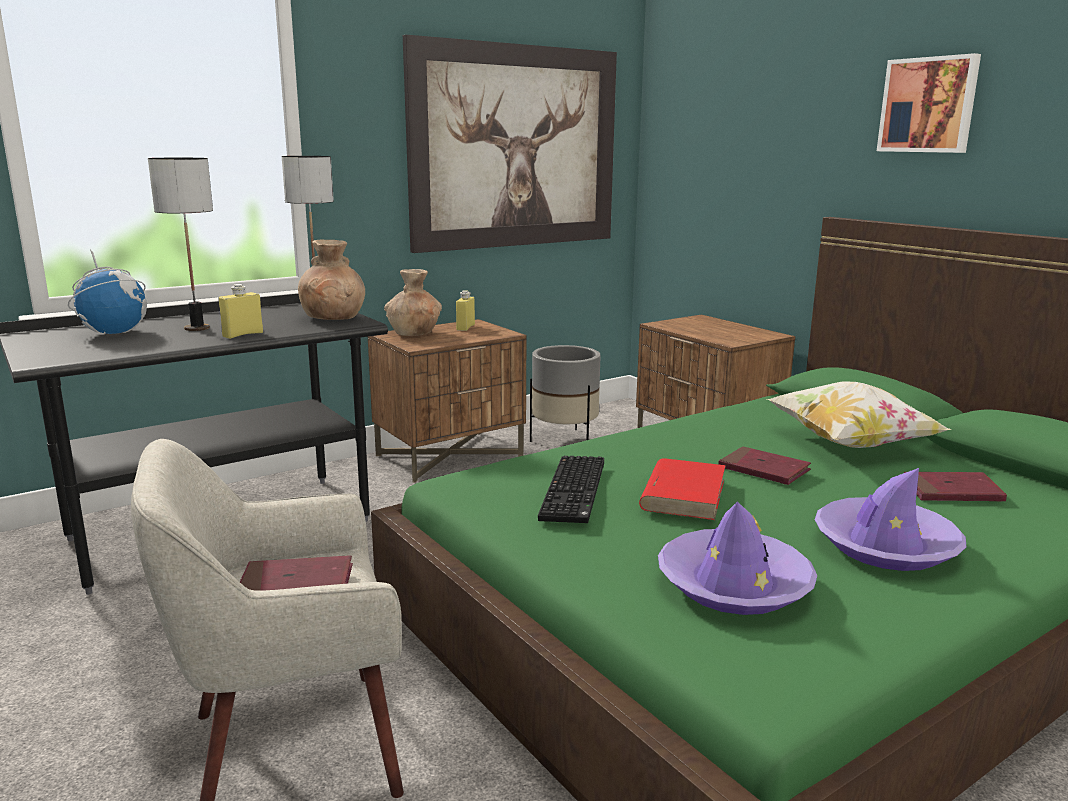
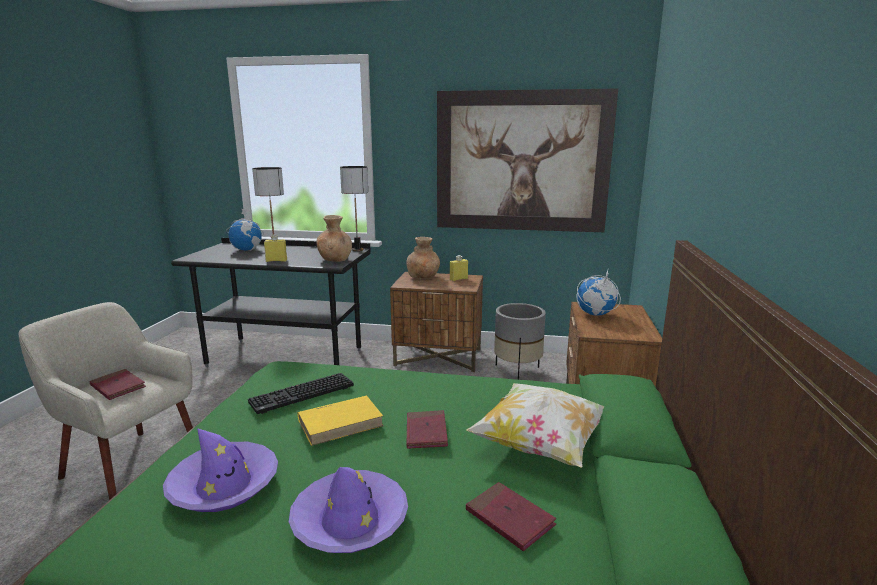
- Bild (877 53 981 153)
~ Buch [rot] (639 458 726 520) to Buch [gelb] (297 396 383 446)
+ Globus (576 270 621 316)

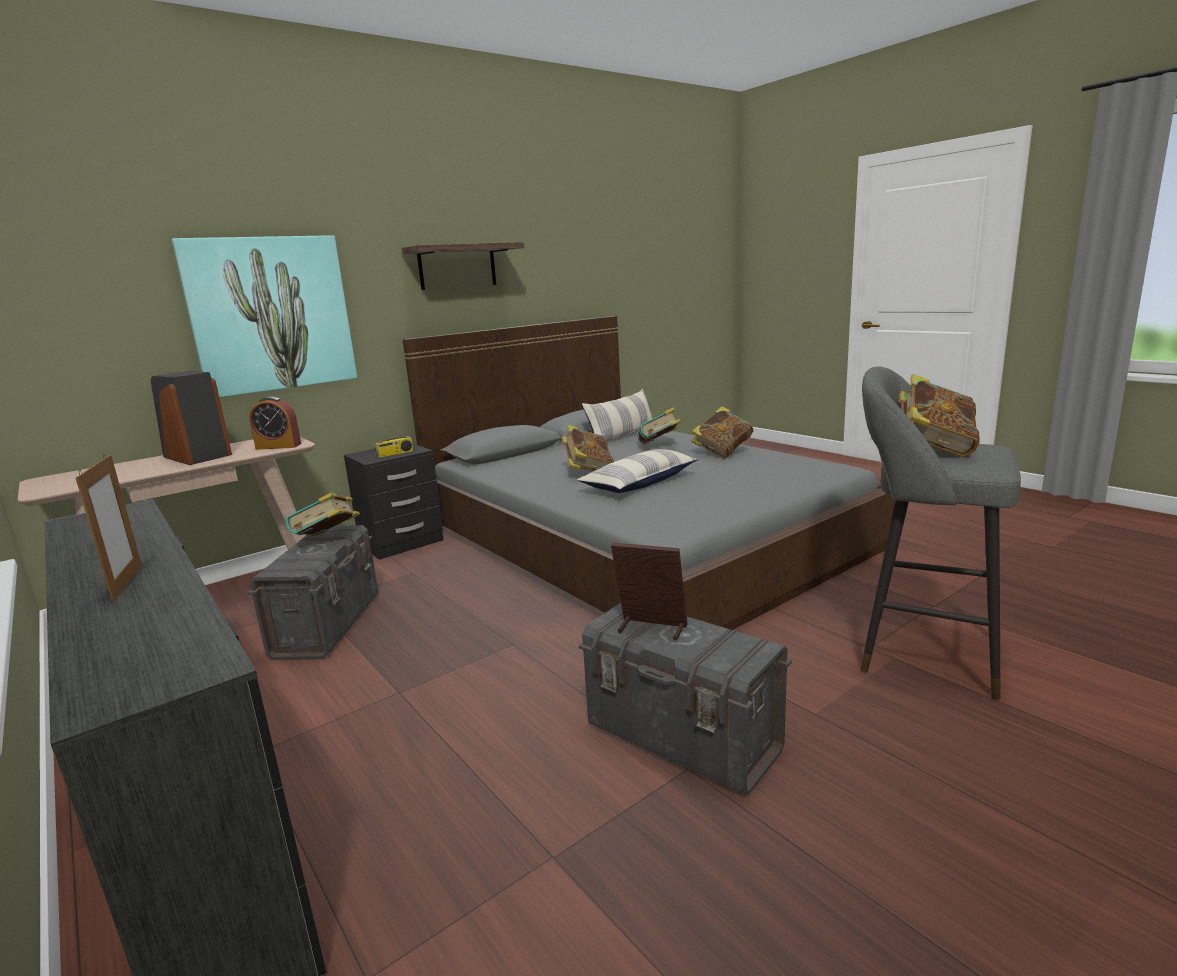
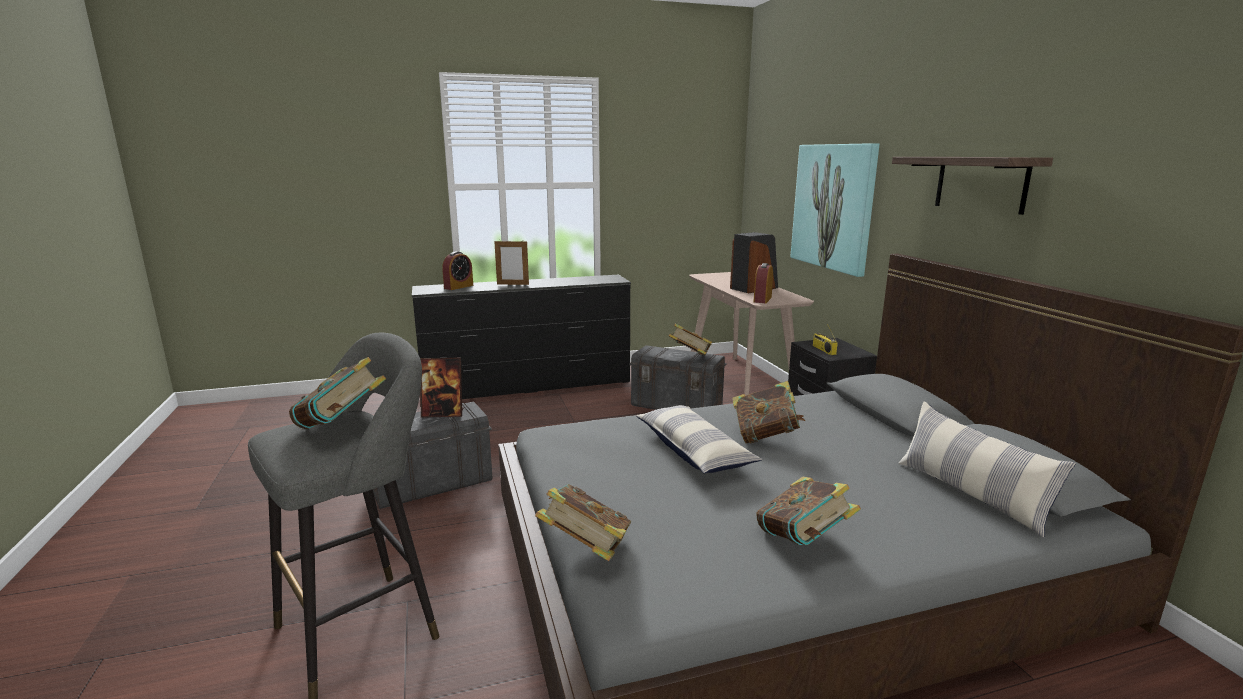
~ Buch (637 407 681 444) to (535 484 631 561)
~ Bilderrahmen (611 542 688 641) = (420 358 463 418) 45 degrees clockwise
+ Wecker (442 251 473 290)

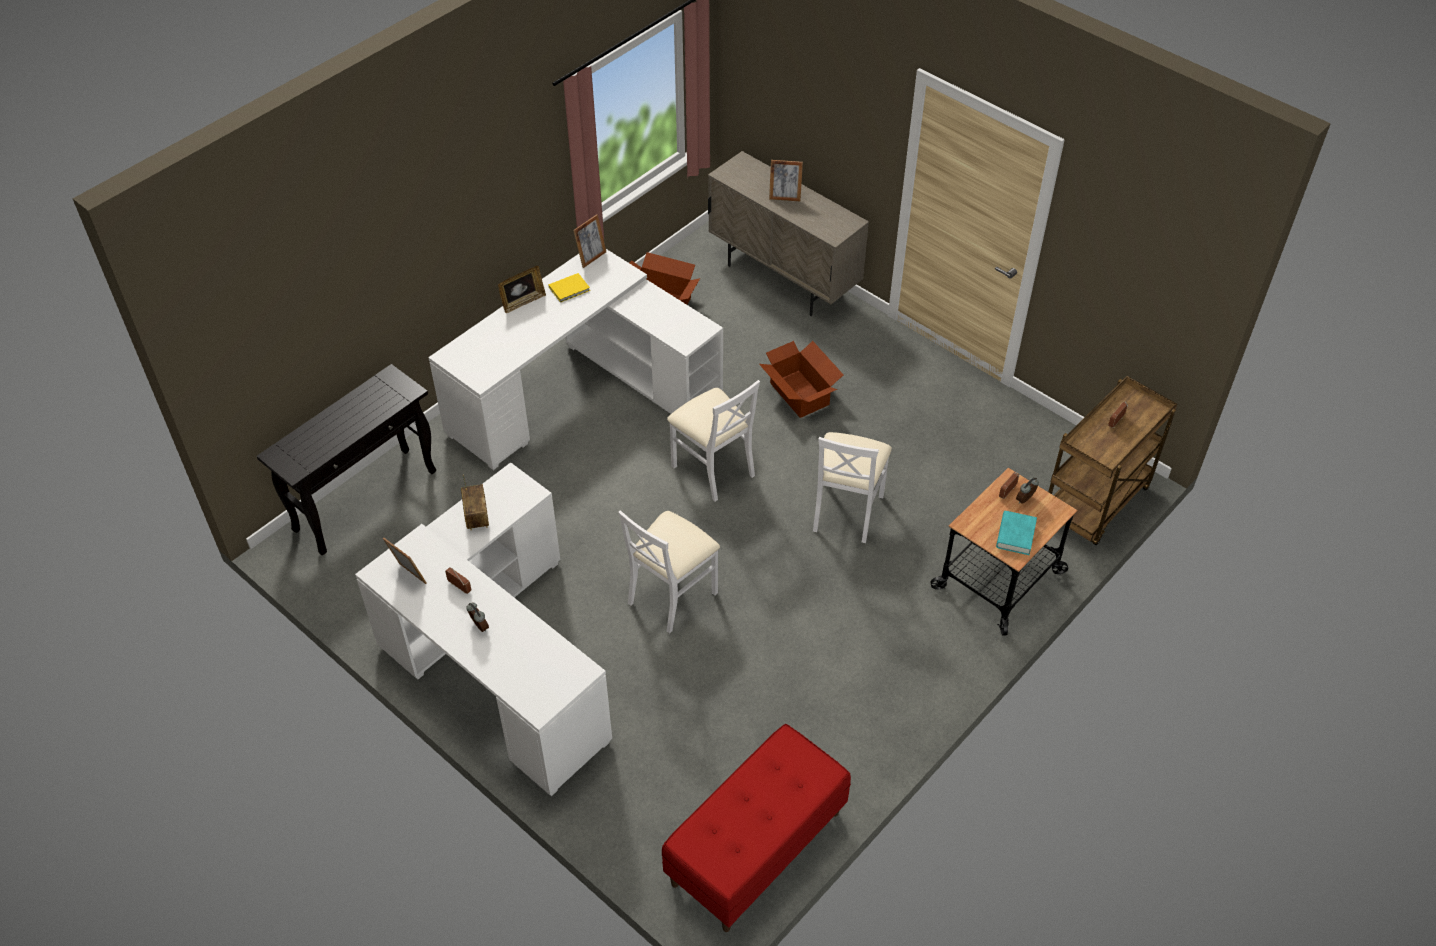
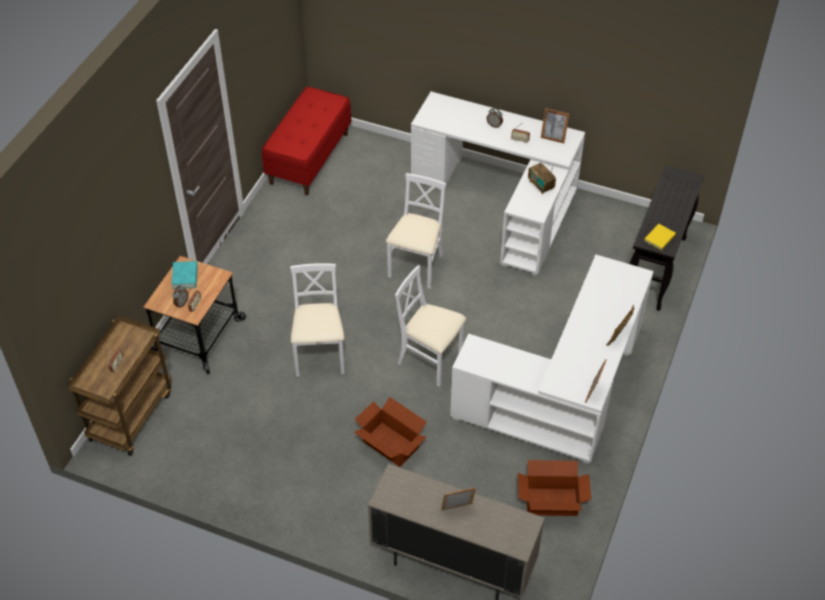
~ Buch [gelb] (548 273 590 302) to (644 224 676 250)

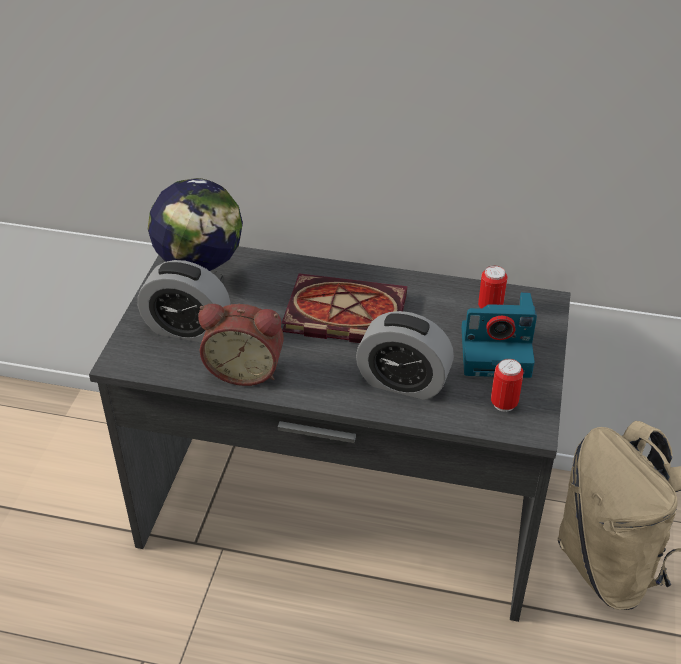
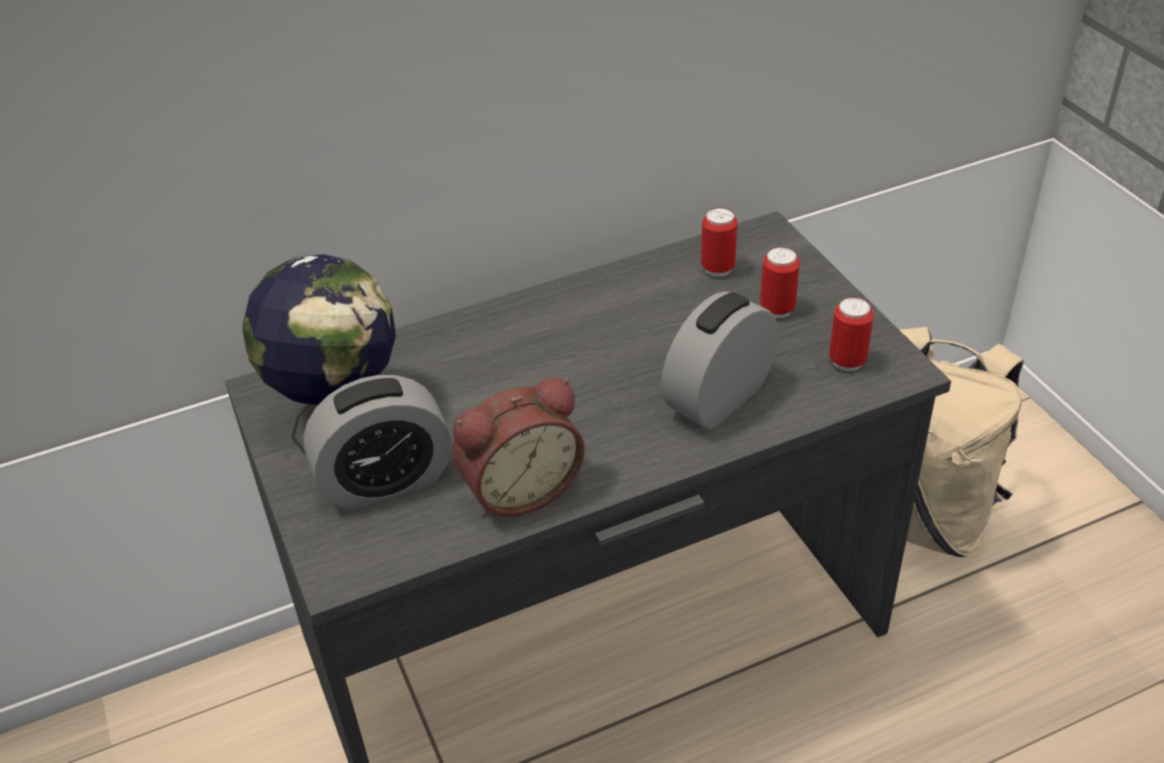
- Buch (282 273 407 343)
~ Kamera (462 292 537 378) to Dose (760 247 800 318)
~ Wecker (356 311 454 400) = (661 291 778 429) 150 degrees clockwise

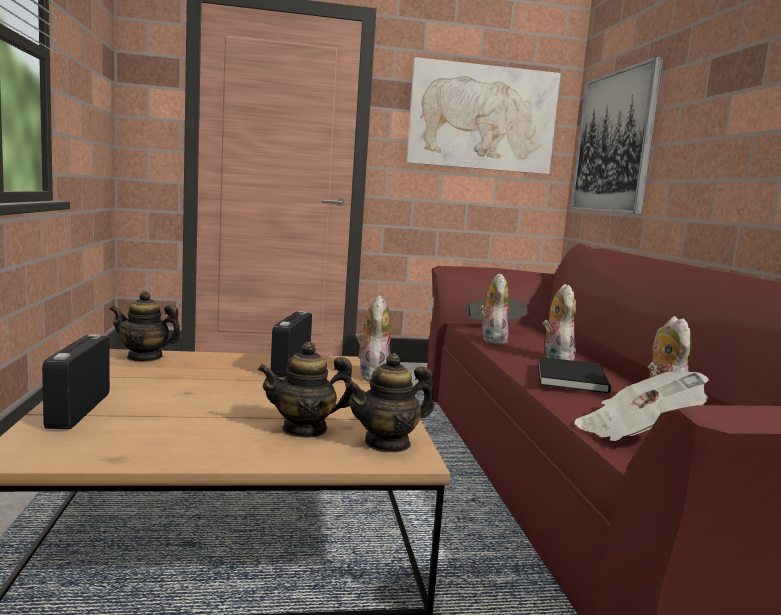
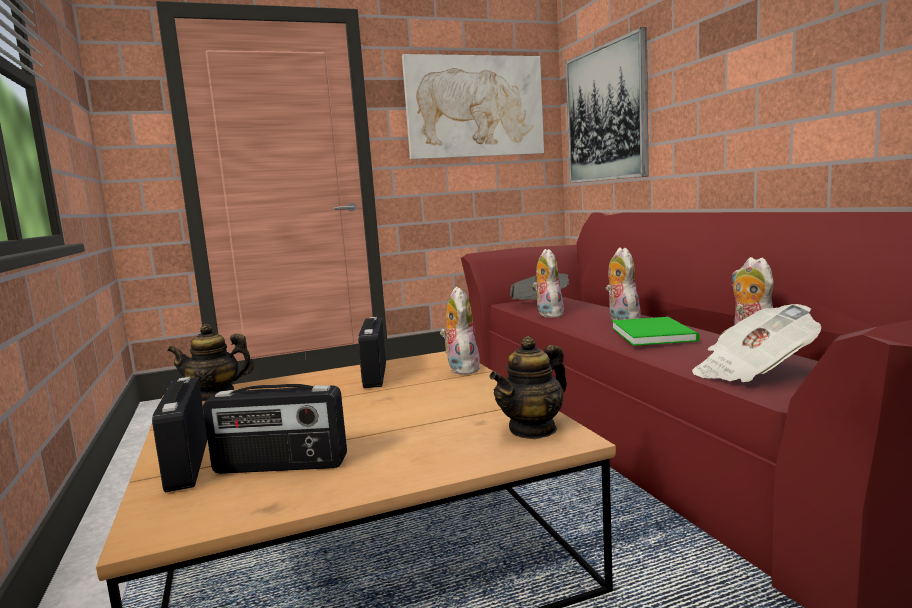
- Teekanne (258 342 354 438)
~ Buch [schwarz] (538 357 612 393) to Buch [grün] (612 317 699 346)
+ Radio (203 384 347 474)

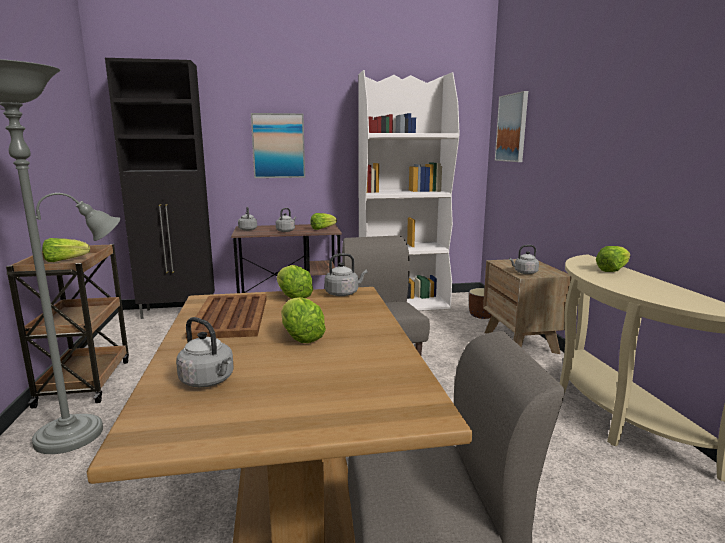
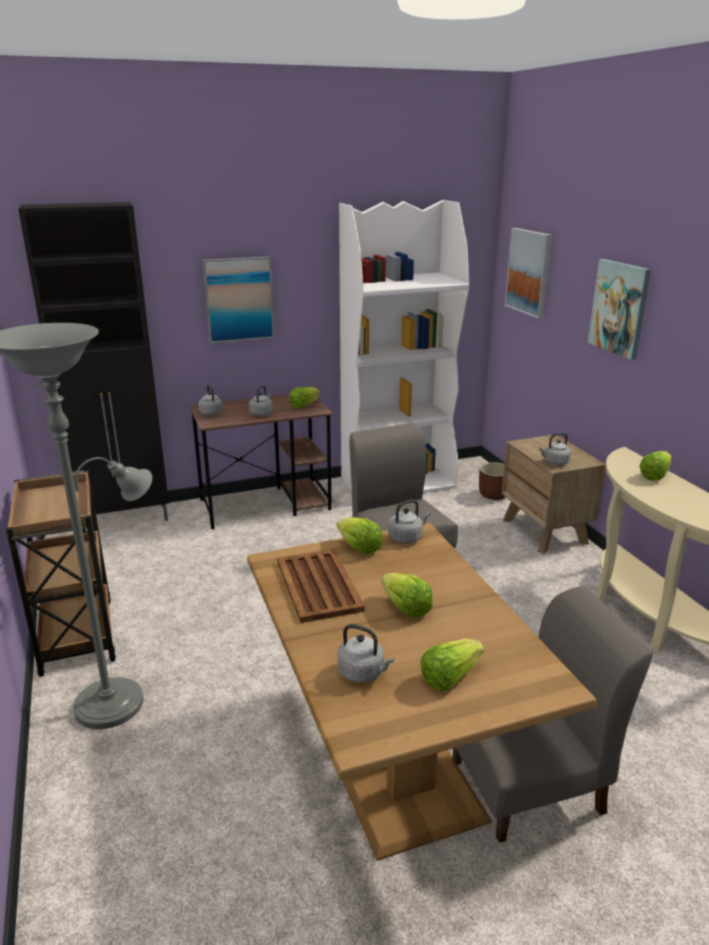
~ Salatkopf (42 238 90 262) to (420 639 484 691)
+ Bild (588 259 651 360)

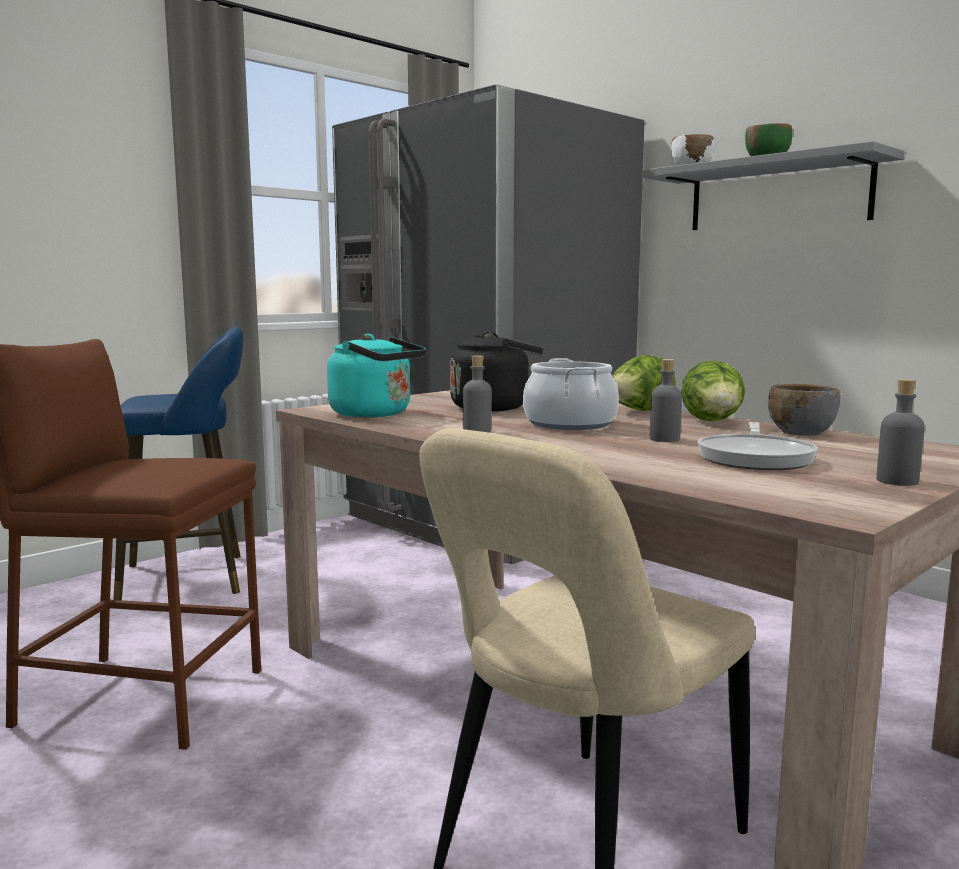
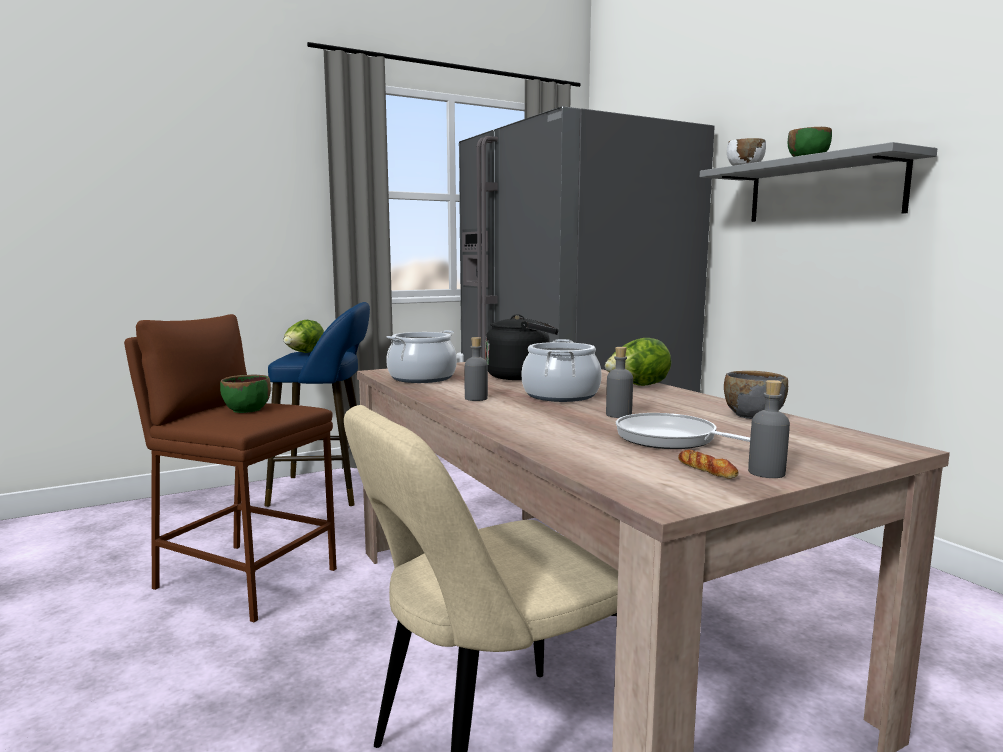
~ Wasserkessel [türkis] (327 334 426 418) to Kochtopf (386 330 457 383)
~ Salatkopf (681 360 745 421) to (283 320 324 353)
~ Pfanne (698 422 818 470) = (616 413 750 449) 105 degrees clockwise
+ Schüssel [grün] (220 375 271 413)
+ Brot (678 450 739 479)

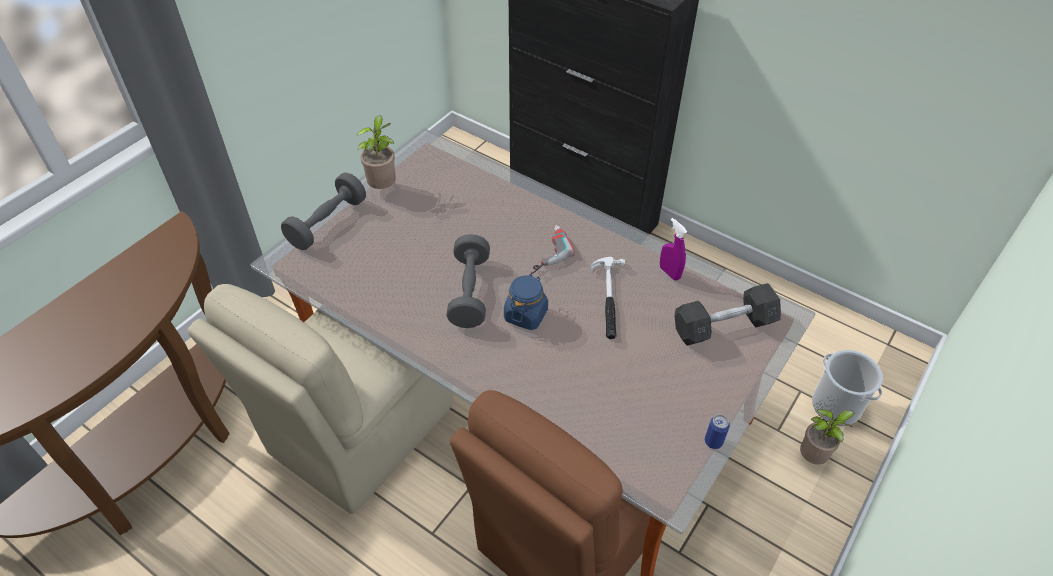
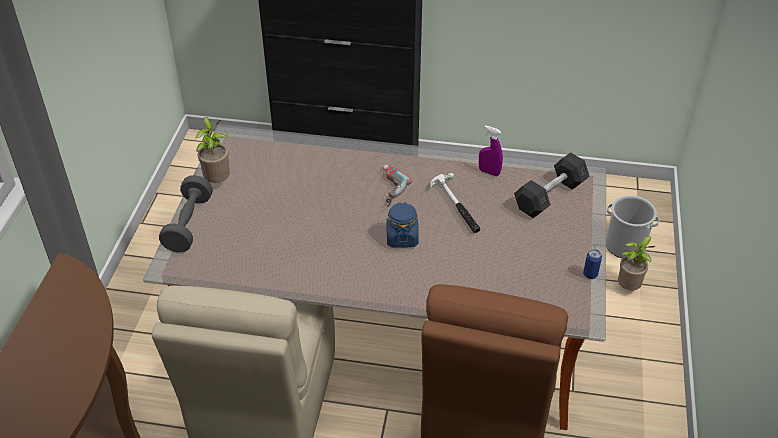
- Hantel [grau] (446 234 490 328)

